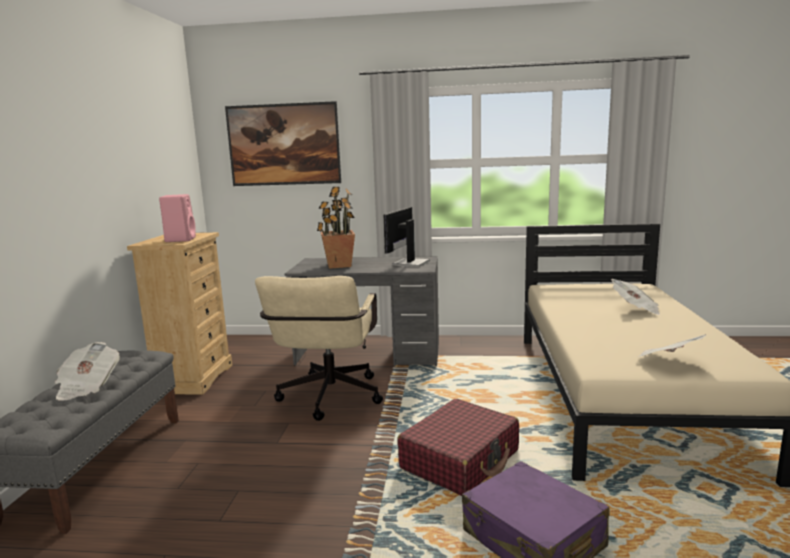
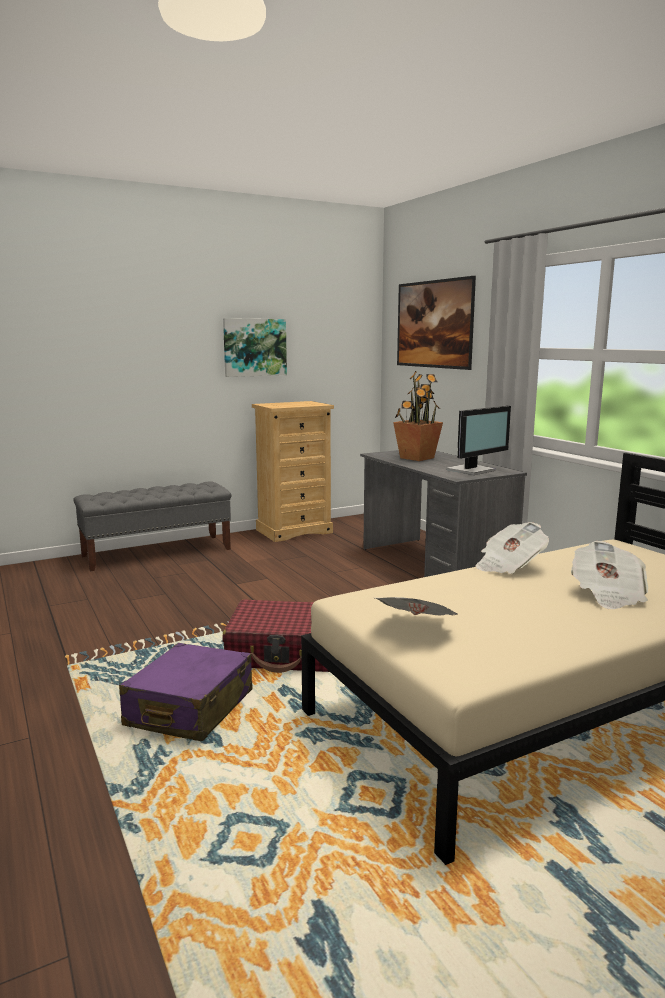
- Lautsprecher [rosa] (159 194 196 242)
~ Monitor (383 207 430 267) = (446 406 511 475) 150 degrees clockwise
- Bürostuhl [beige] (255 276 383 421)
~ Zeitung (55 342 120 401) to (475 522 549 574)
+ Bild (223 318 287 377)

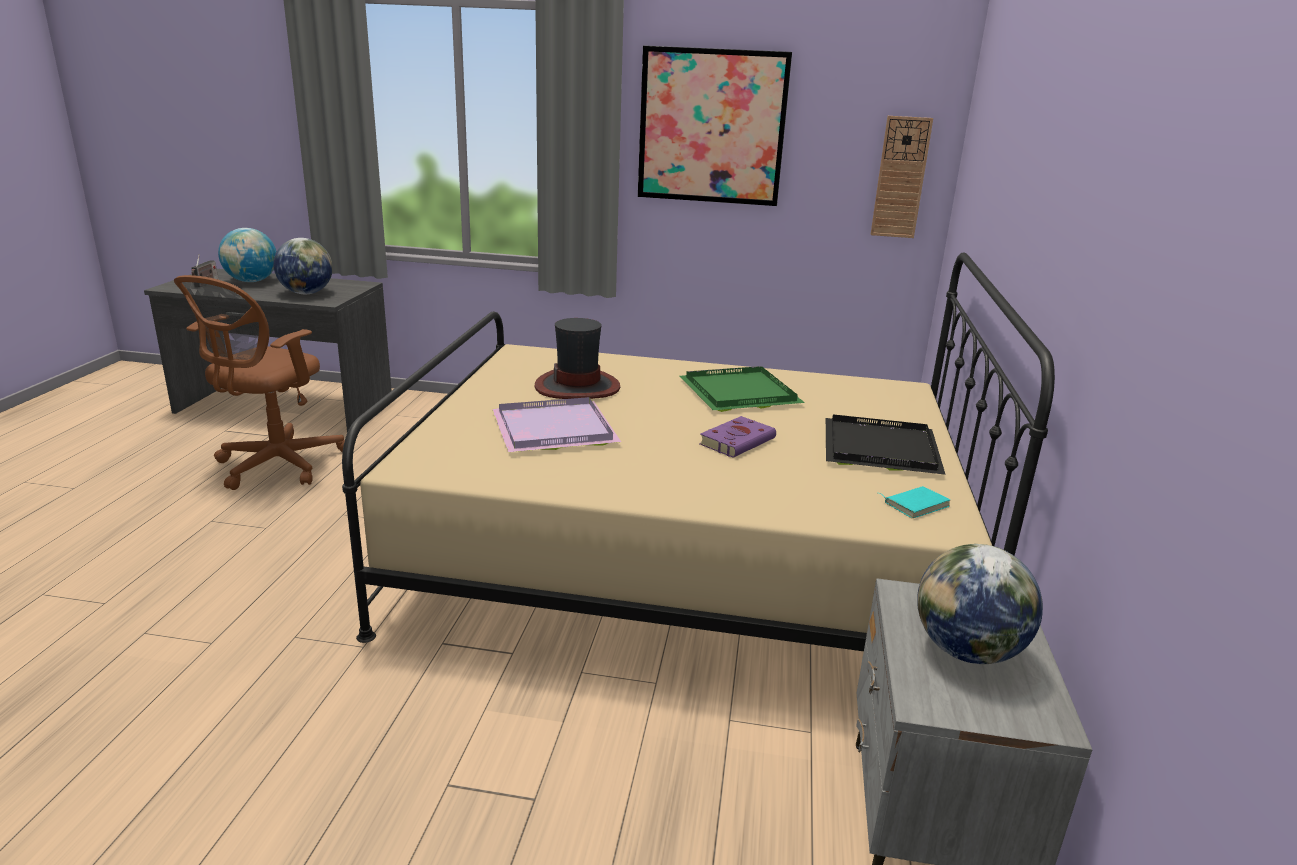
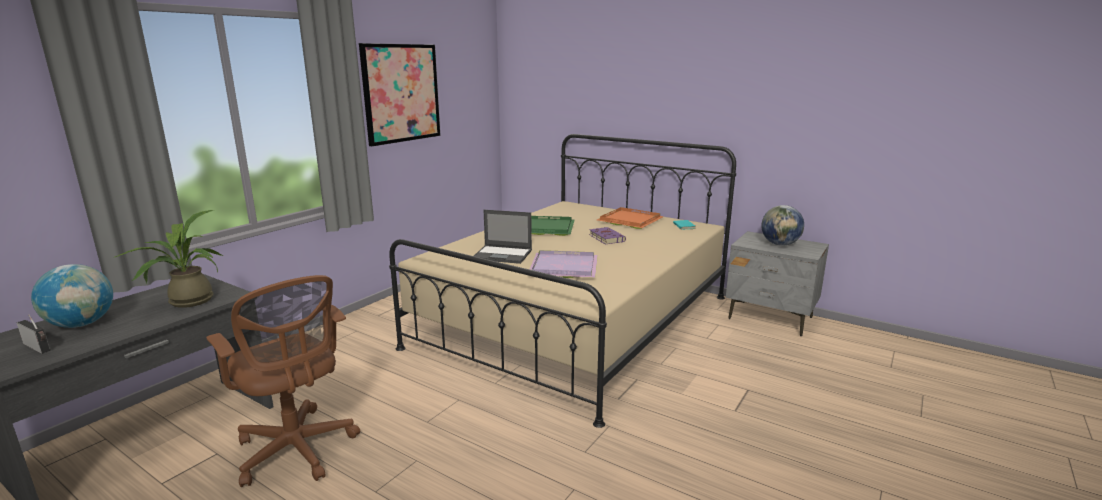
- Wanduhr (871 116 933 238)
~ Globus (273 238 333 294) to Topfpflanze (113 210 224 308)
~ Hut (534 318 620 399) to Laptop (474 210 532 264)
~ Tablett [schwarz] (826 414 946 475) to Tablett [orange] (597 207 664 229)

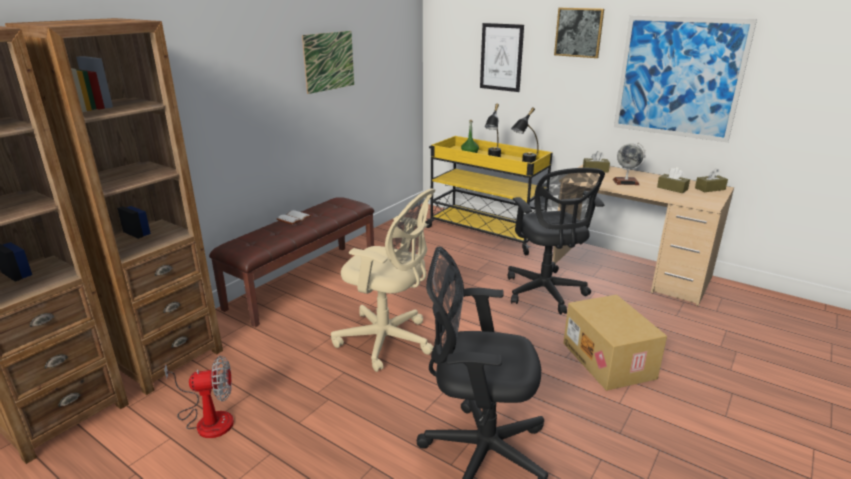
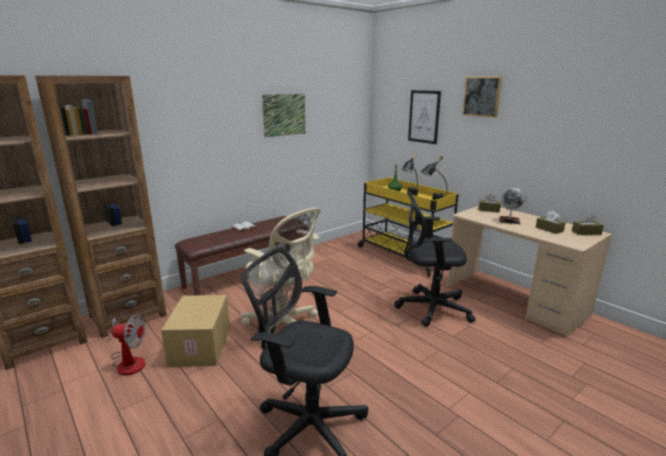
- Bild (614 15 757 143)
~ Bürostuhl [schwarz] (508 168 605 314) = (394 191 476 327) 90 degrees clockwise
~ Karton (563 295 667 391) to (161 295 230 367)

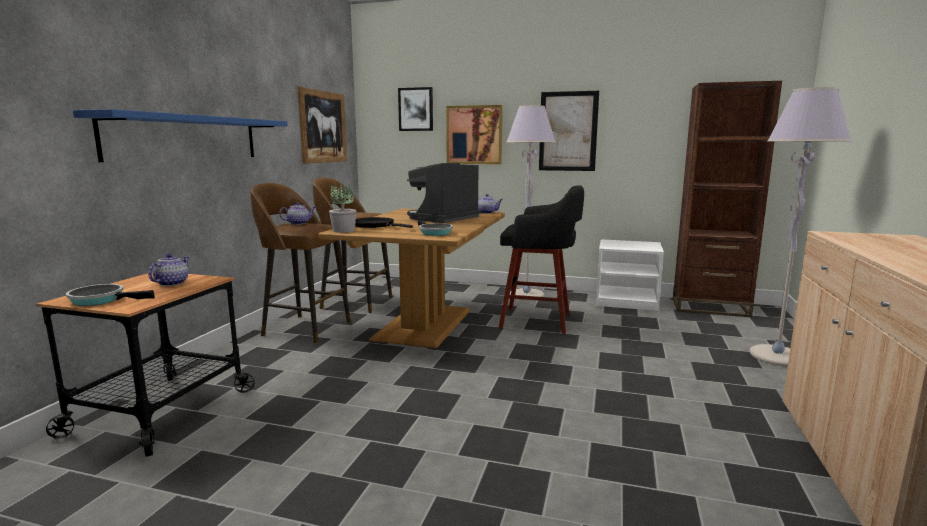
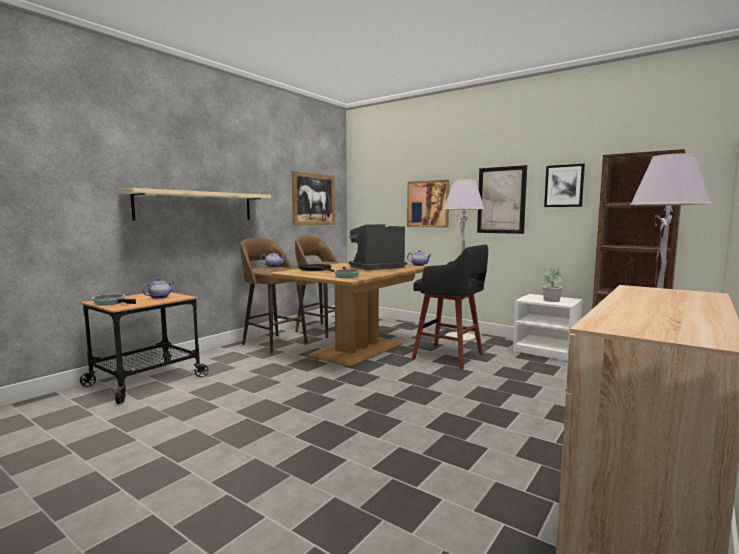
~ Bild (398 87 433 131) to (544 164 585 207)
~ Wandregal [blau] (73 109 288 162) to Wandregal [beige] (118 188 271 220)
~ Topfpflanze (329 182 356 233) to (543 268 562 302)

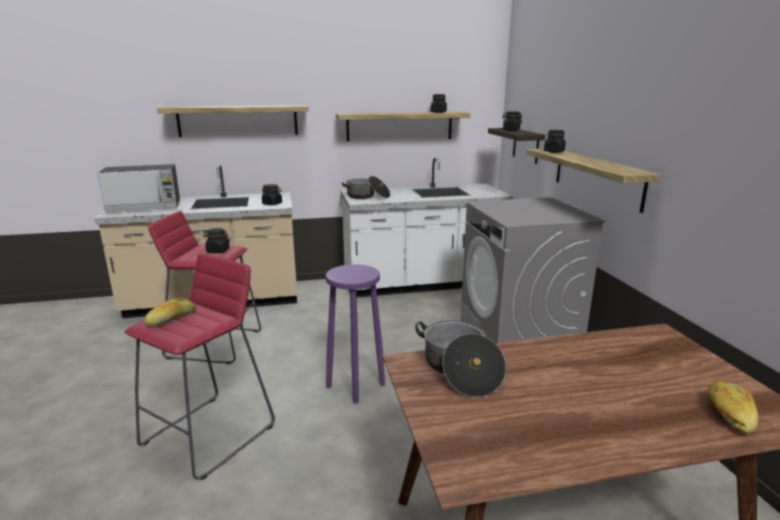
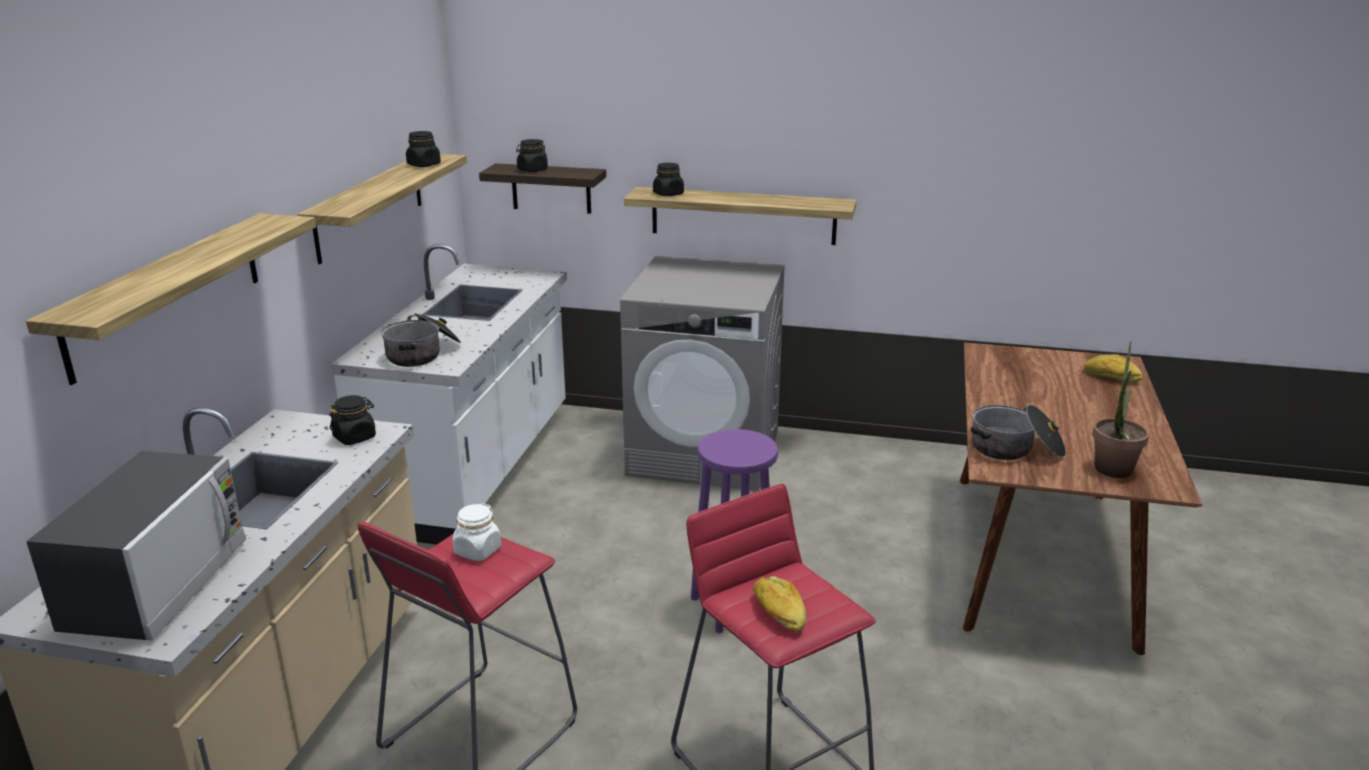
~ Vorratsglas [schwarz] (203 228 230 253) to Vorratsglas [weiß] (452 503 501 561)
+ Topfpflanze (1092 342 1149 478)

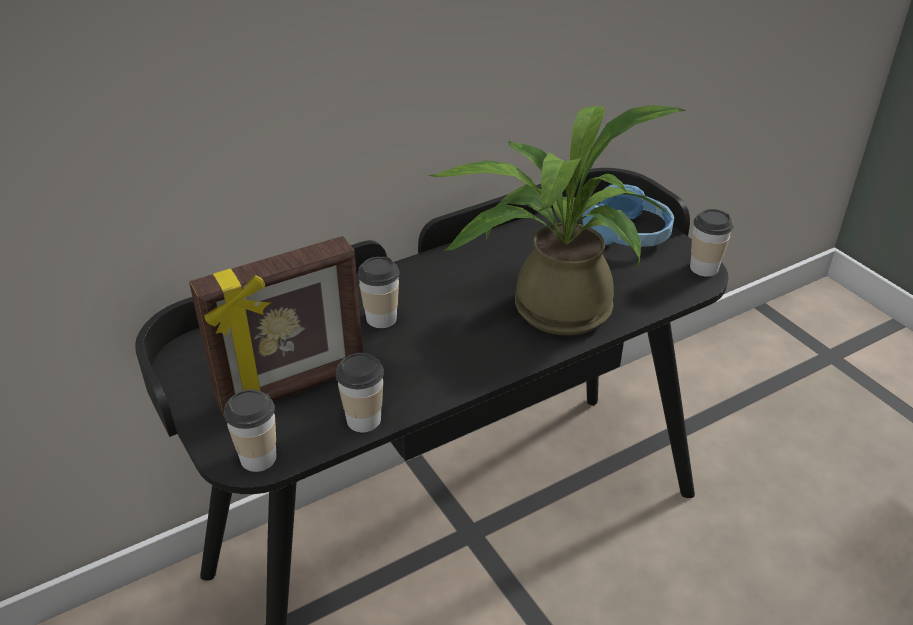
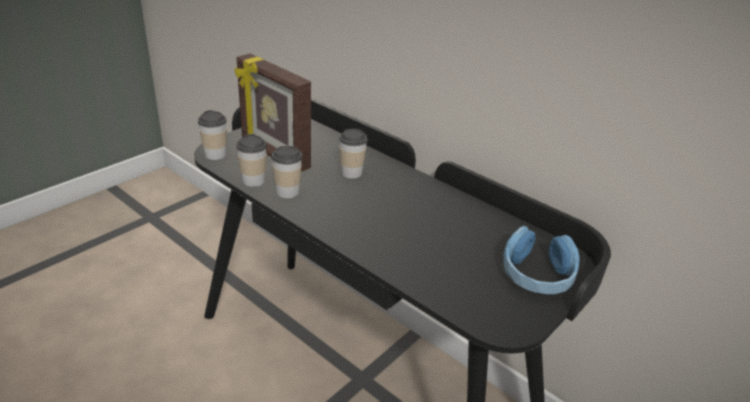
- Topfpflanze (428 105 686 336)
~ Tasse (690 209 733 277) to (272 146 302 198)

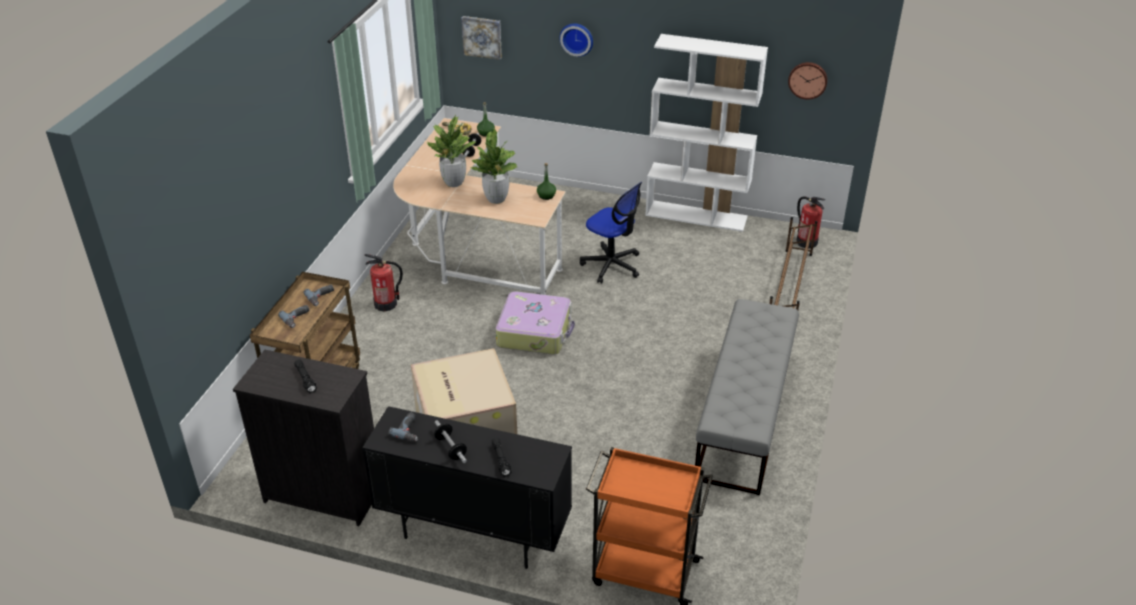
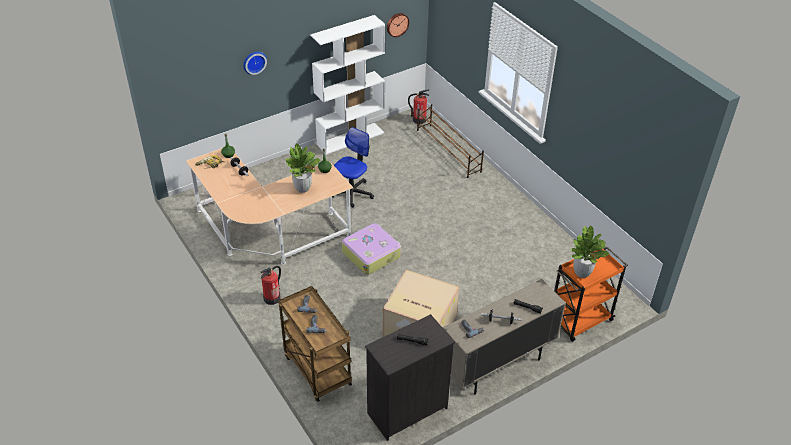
- Bild (461 16 502 60)
~ Topfpflanze (427 115 476 187) to (571 225 610 278)
~ Bürostuhl (580 182 642 283) = (332 127 374 207) 45 degrees counterclockwise
- Bank [grau] (695 299 799 495)
~ Schrank [schwarz] (362 406 572 569) to Schrank [beige] (443 279 566 395)

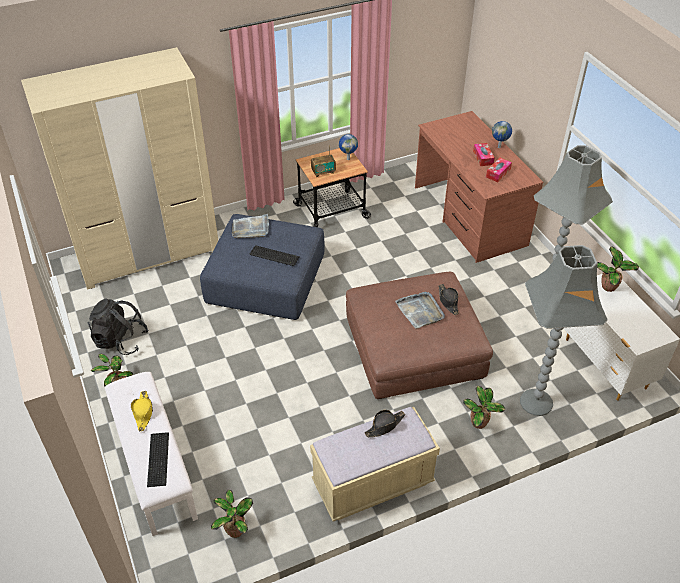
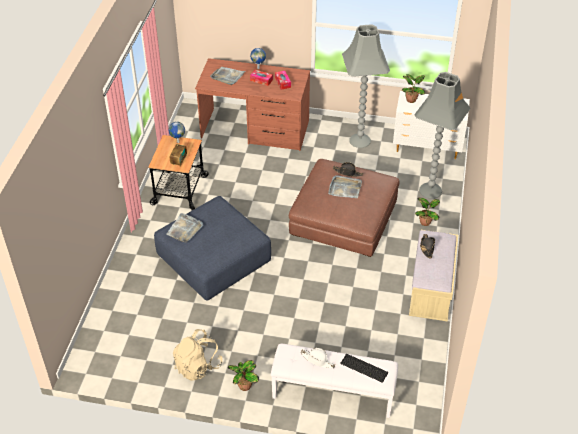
- Kleiderschrank [beige] (21 47 218 289)
- Tastatur (249 245 300 266)
~ Rucksack [schwarz] (88 299 149 355) to Rucksack [beige] (173 329 223 381)
~ Hut [gelb] (131 391 153 431) to Hut [weiß] (300 348 335 368)
- Topfpflanze (211 490 253 538)
+ Tablett [grau] (210 67 246 85)

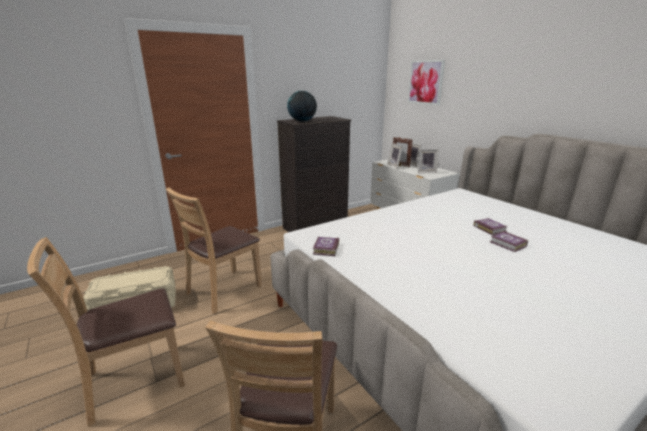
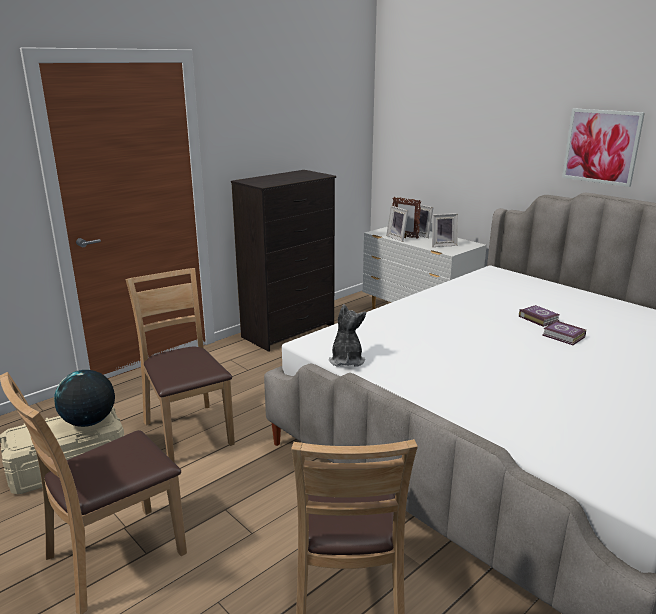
~ Bild (408 60 445 105) to (562 108 645 187)
~ Globus (287 91 317 122) to (54 370 115 427)
~ Stuhl [braun] (166 187 262 314) = (125 268 235 463) 120 degrees clockwise
~ Buch (313 237 339 256) to Plüschtier (329 304 366 367)

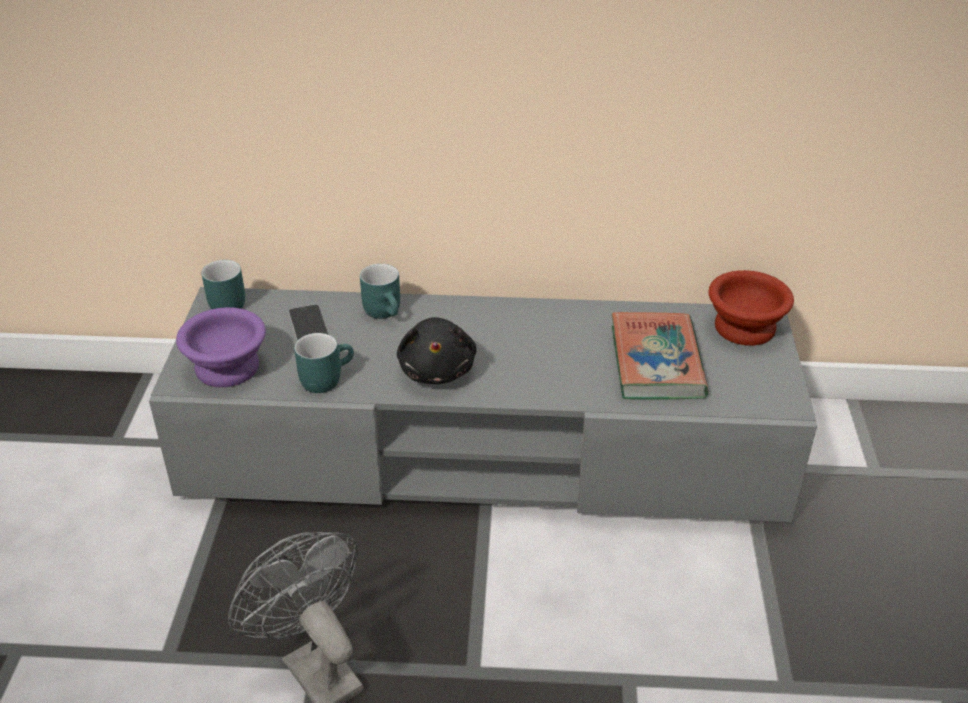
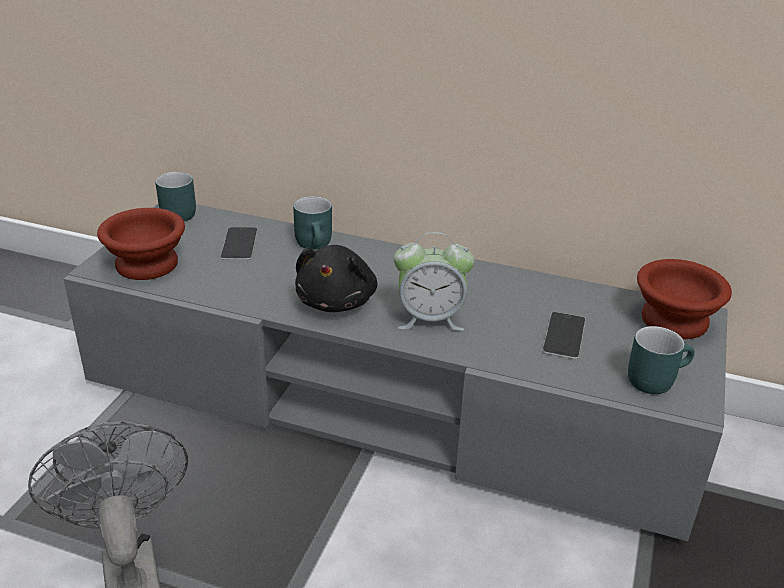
~ Schüssel [lila] (176 307 266 387) to Schüssel [braun] (97 208 185 280)
~ Buch (612 312 709 400) to Handy (542 312 585 359)
~ Henkelbecher [türkis] (294 333 354 393) to (628 326 695 394)
+ Wecker (394 232 474 331)

